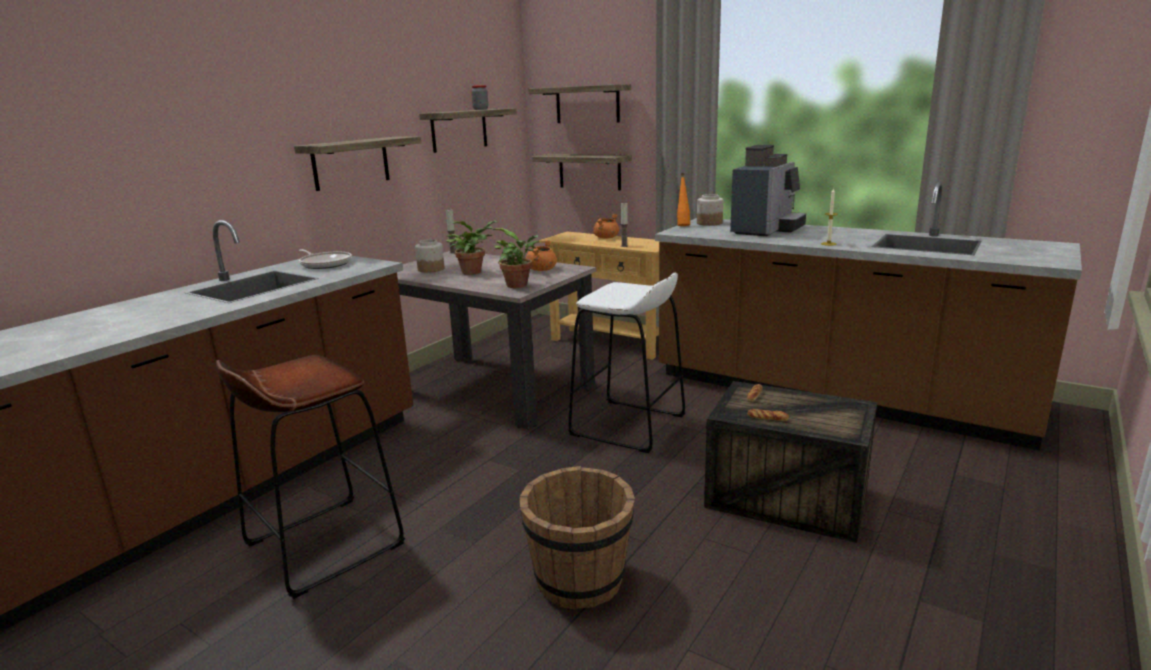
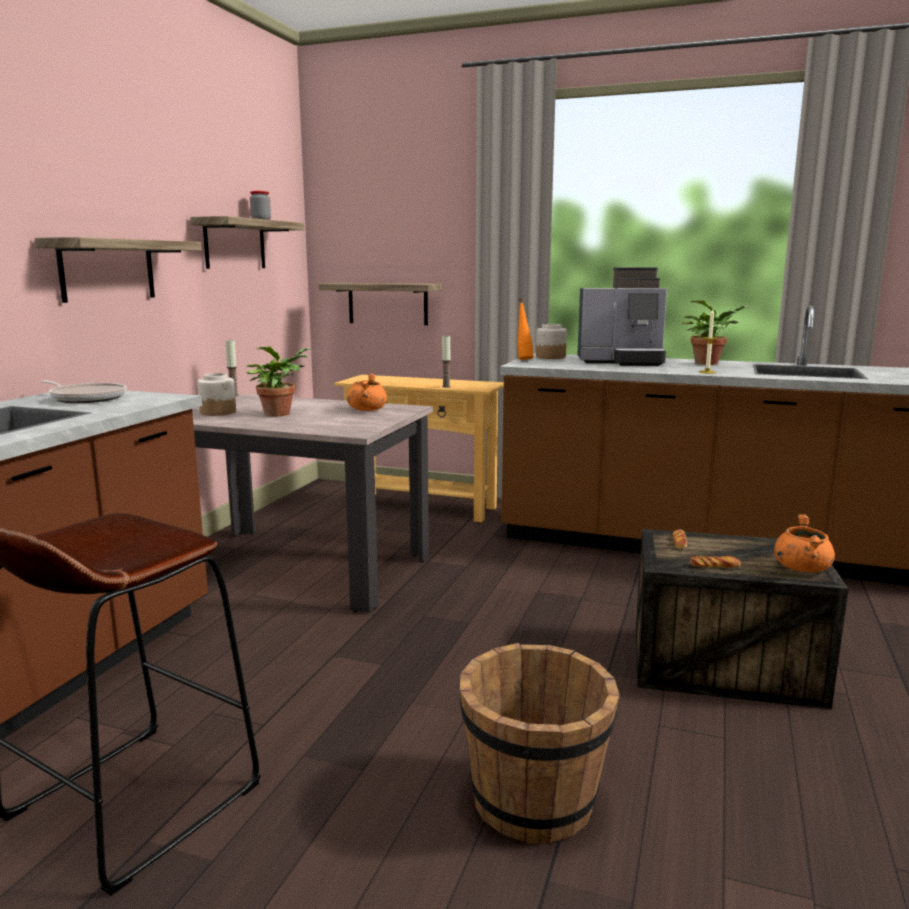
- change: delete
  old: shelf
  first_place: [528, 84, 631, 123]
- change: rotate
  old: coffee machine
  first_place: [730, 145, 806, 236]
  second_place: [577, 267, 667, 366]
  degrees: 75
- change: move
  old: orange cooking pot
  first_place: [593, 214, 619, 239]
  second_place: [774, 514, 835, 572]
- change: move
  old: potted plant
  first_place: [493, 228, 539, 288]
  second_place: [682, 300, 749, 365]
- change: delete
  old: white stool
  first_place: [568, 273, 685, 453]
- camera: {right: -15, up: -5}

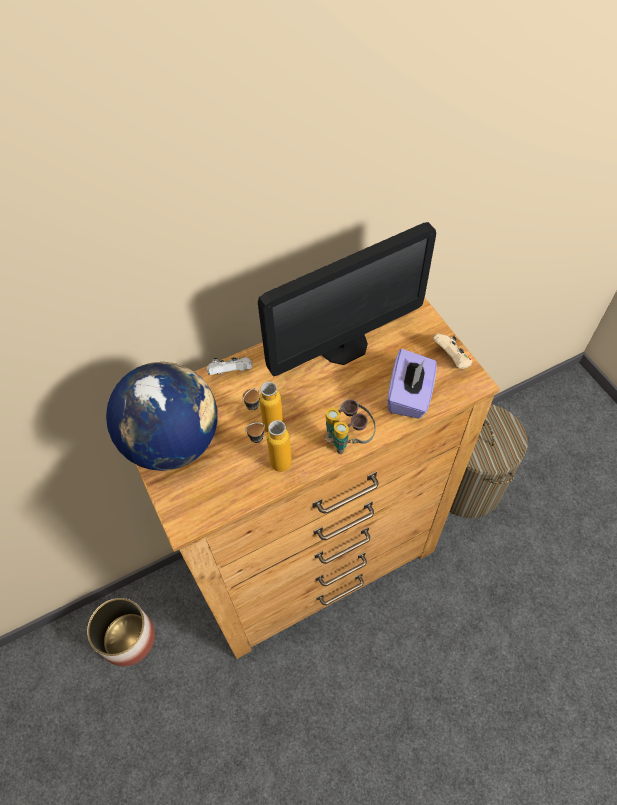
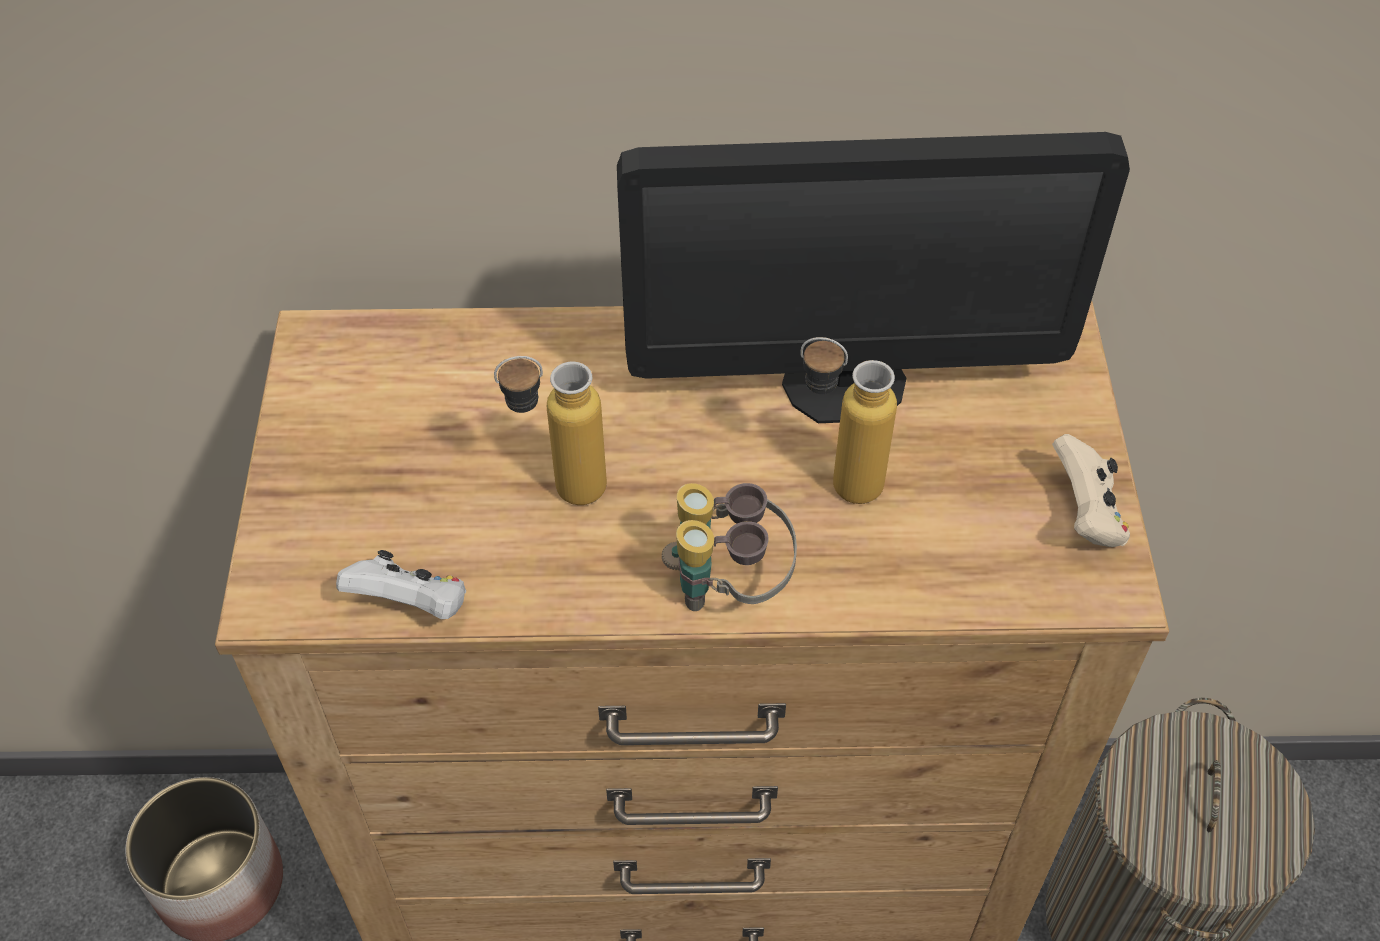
- change: delete
  old: purple tissue box
  first_place: [387, 349, 436, 419]
- change: move
  old: white game controller
  first_place: [207, 356, 252, 375]
  second_place: [336, 550, 466, 619]
- change: delete
  old: globe
  first_place: [106, 362, 218, 471]
- change: move
  old: bottle
  first_place: [245, 420, 292, 472]
  second_place: [800, 337, 897, 504]
- camera: {right: 25, up: -5}

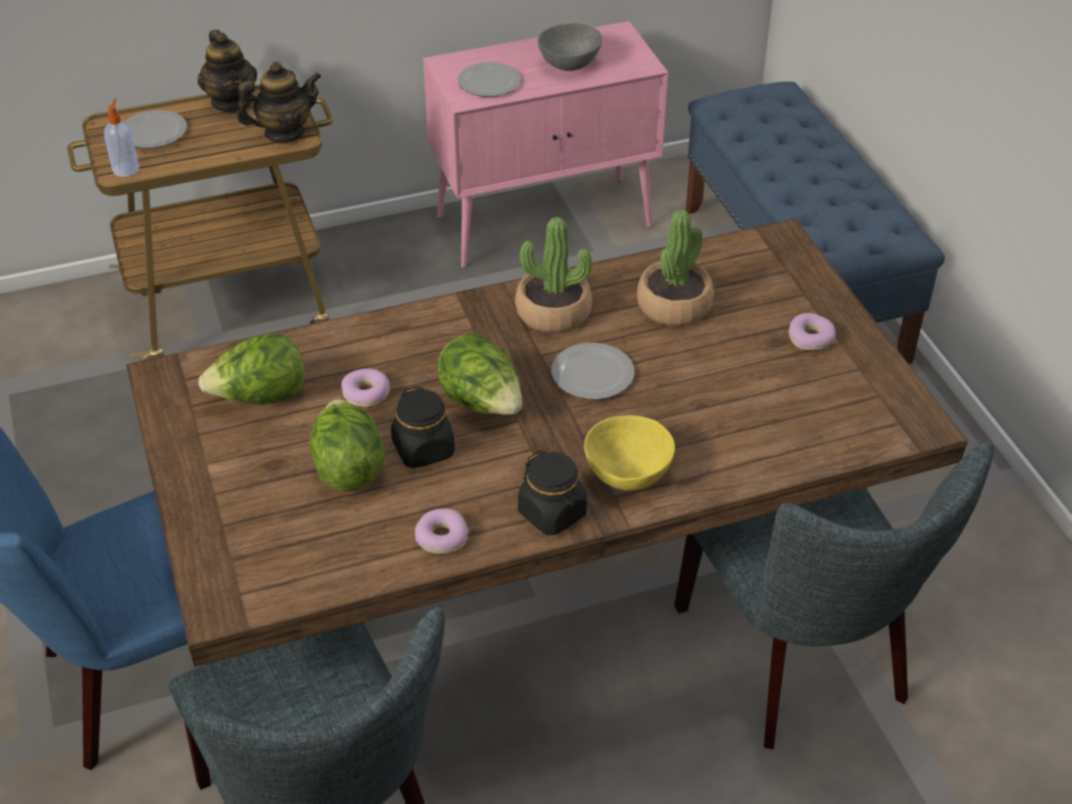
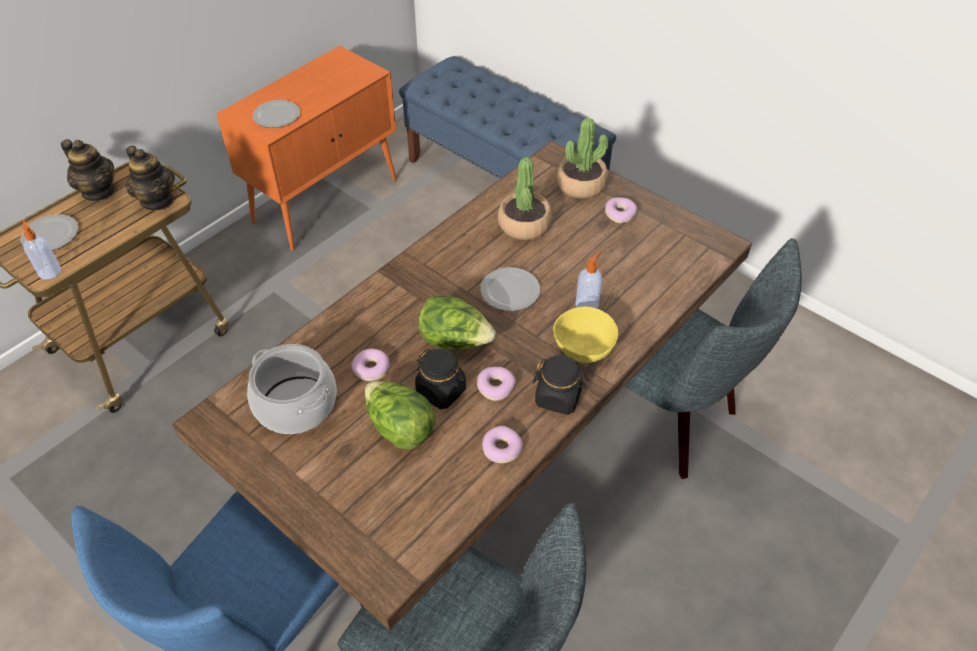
- change: recolor
  old: pink cabinet
  new: orange cabinet
  first_place: [423, 21, 668, 268]
  second_place: [216, 46, 397, 251]
- change: delete
  old: grey bowl
  first_place: [538, 23, 602, 71]
- change: rotate
  old: teapot
  first_place: [237, 61, 321, 143]
  second_place: [126, 145, 175, 210]
  degrees: 105
- change: move
  old: potted plant
  first_place: [515, 217, 592, 333]
  second_place: [556, 118, 608, 198]
- change: replace
  old: lettuce
  new: cooking pot
  first_place: [198, 334, 305, 404]
  second_place: [247, 344, 337, 434]
- change: insert
  new: soap dispenser
  second_place: [576, 252, 602, 309]
- change: insert
  new: donut
  second_place: [477, 367, 516, 401]
- camera: {right: -30, up: 5}

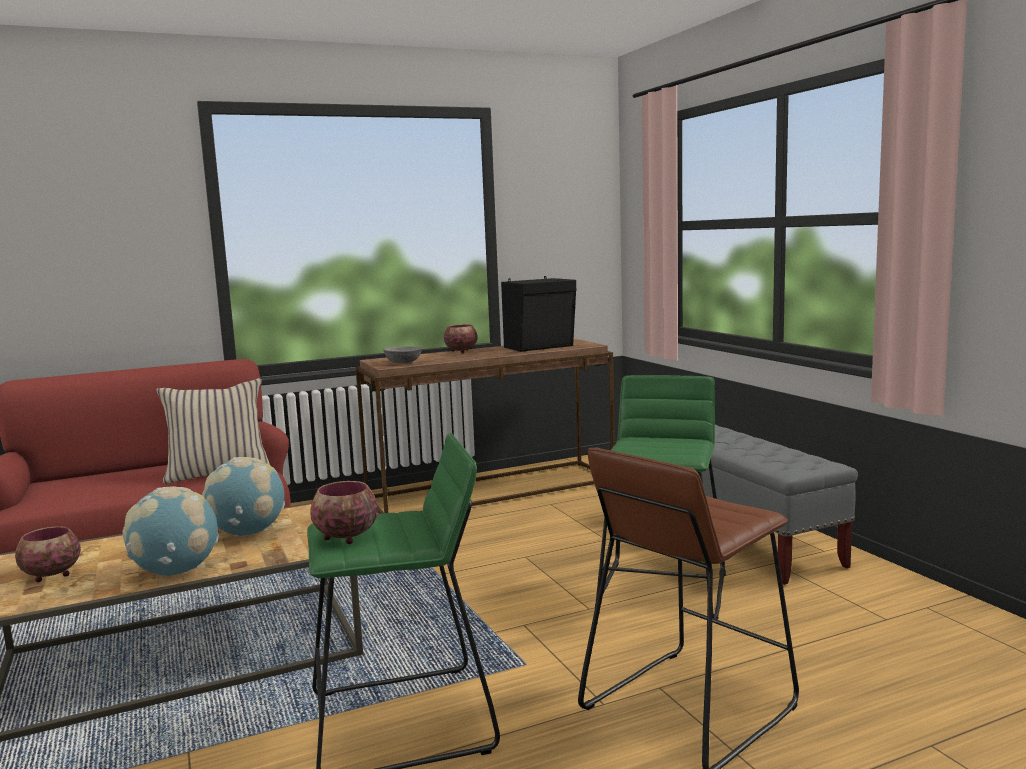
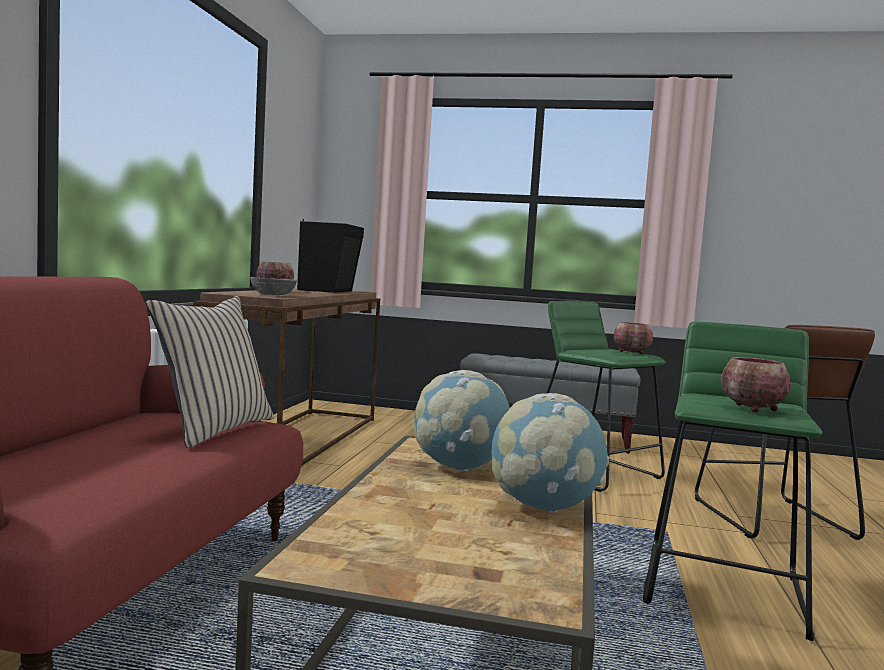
- change: move
  old: bowl
  first_place: [15, 526, 81, 582]
  second_place: [614, 322, 653, 354]
- camera: {right: -55, up: -5}

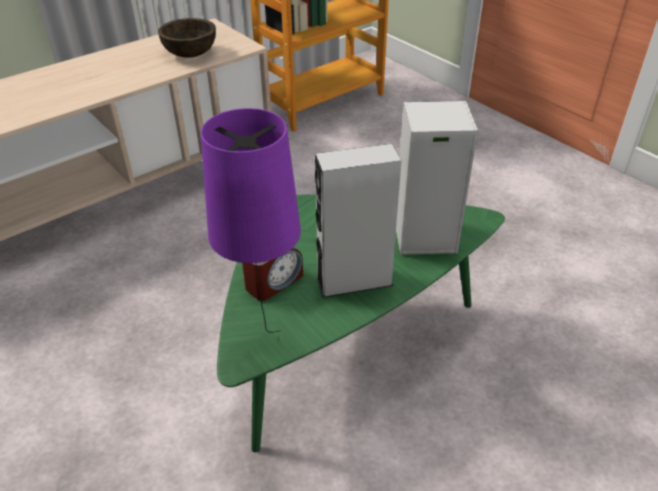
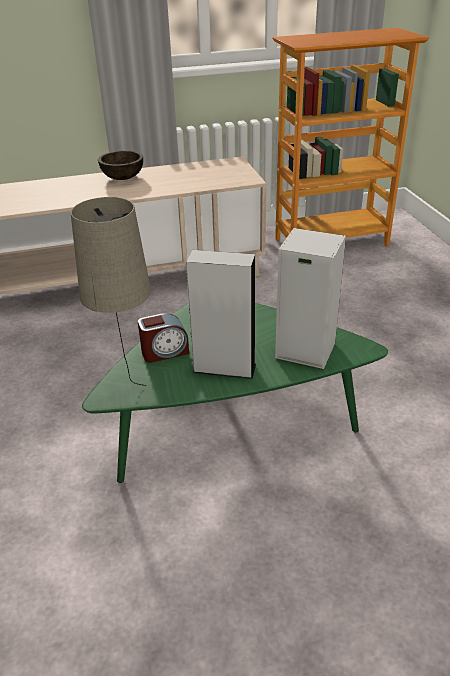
- change: move
  old: brown bowl
  first_place: [158, 18, 216, 58]
  second_place: [98, 150, 143, 180]
- change: recolor
  old: purple table lamp
  new: beige table lamp
  first_place: [201, 108, 301, 333]
  second_place: [71, 197, 151, 386]
- camera: {right: 25, up: -5}

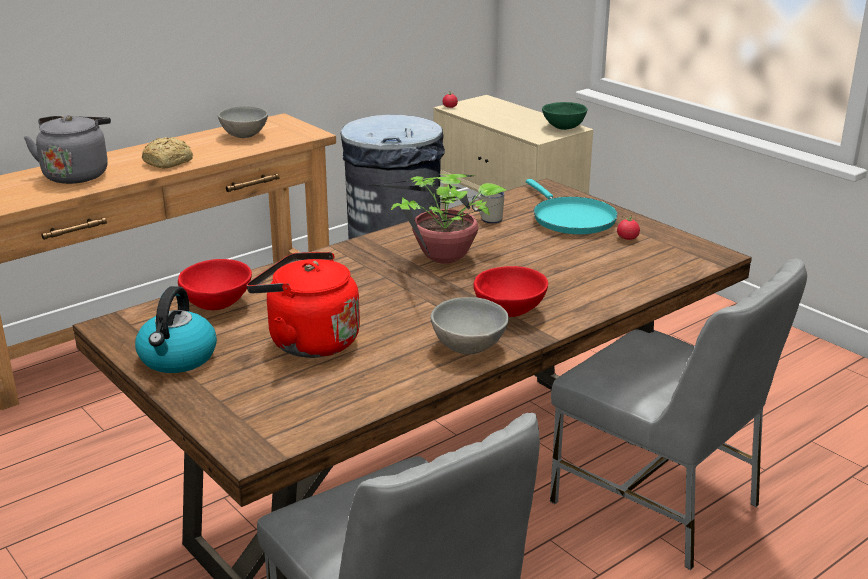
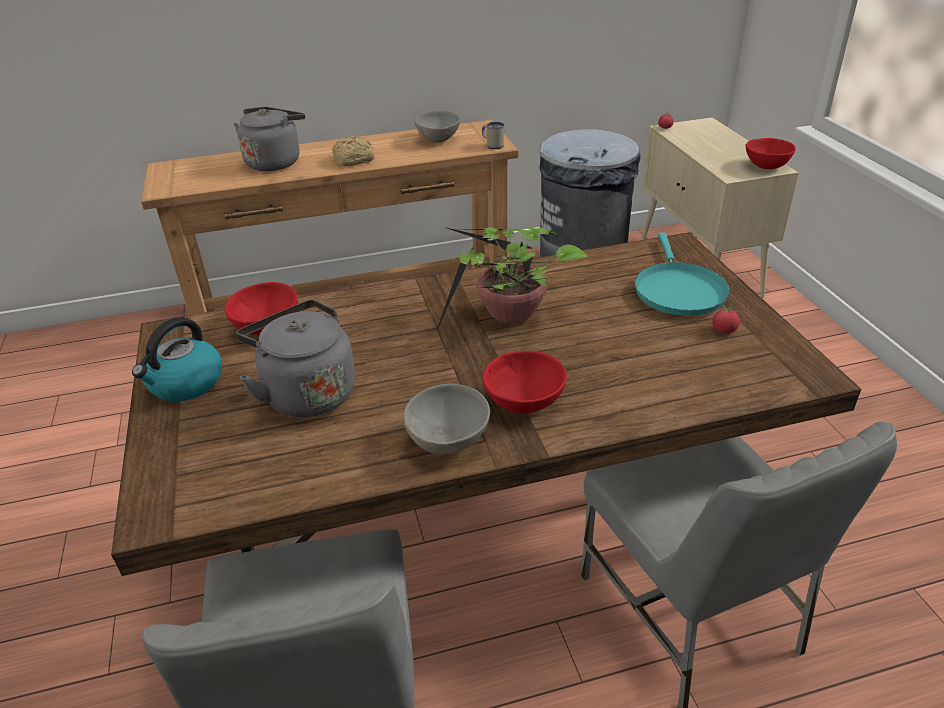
- change: recolor
  old: green bowl
  new: red bowl
  first_place: [542, 102, 587, 130]
  second_place: [746, 138, 796, 169]
- change: move
  old: white mug
  first_place: [472, 192, 505, 224]
  second_place: [482, 122, 505, 149]
- change: recolor
  old: red kettle
  new: grey kettle
  first_place: [247, 252, 360, 358]
  second_place: [236, 300, 355, 417]
- camera: {right: 25, up: 10}

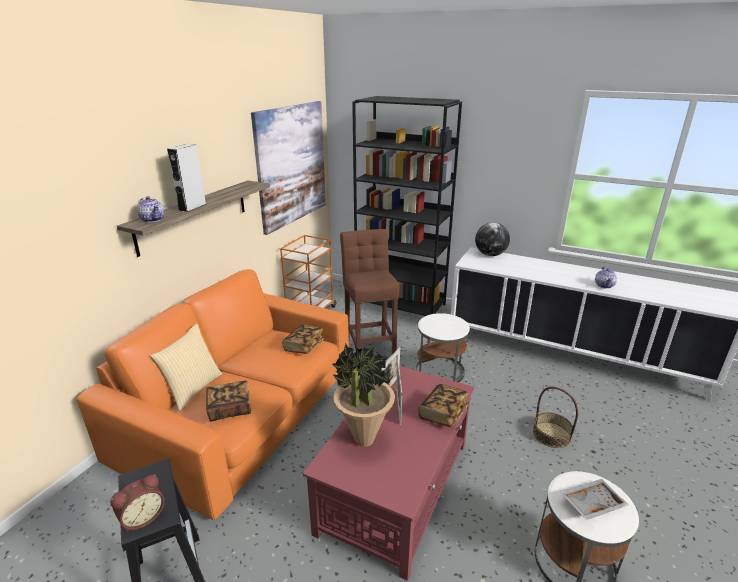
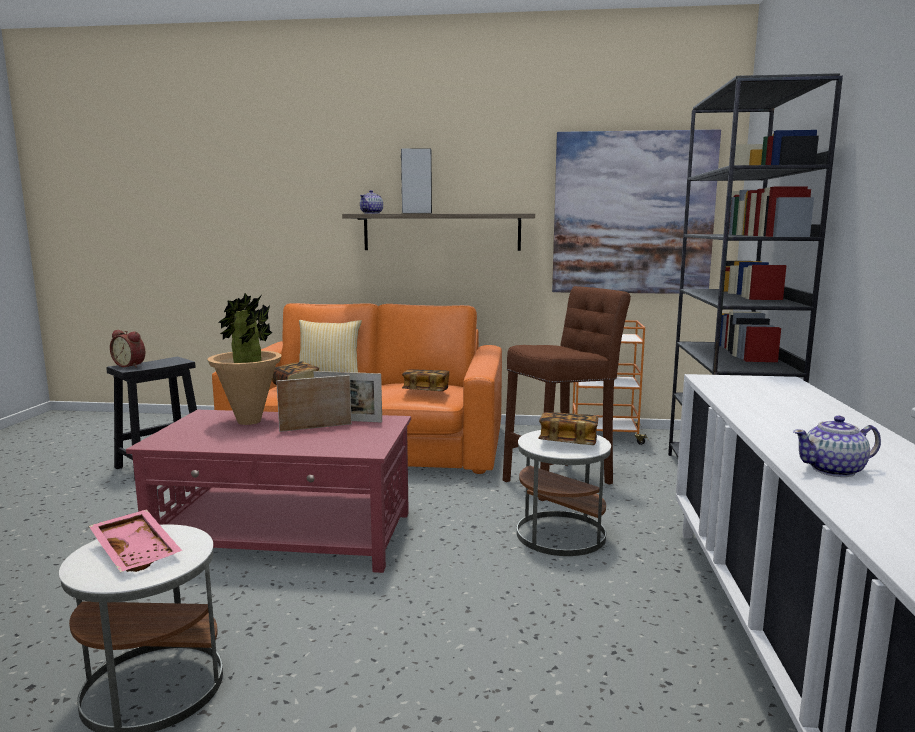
- change: delete
  old: globe
  first_place: [475, 222, 510, 256]
- change: move
  old: book
  first_place: [418, 384, 468, 427]
  second_place: [538, 412, 599, 445]
- change: delete
  old: basket
  first_place: [533, 387, 578, 448]
- change: recolor
  old: grey tray
  new: pink tray
  first_place: [560, 479, 628, 520]
  second_place: [89, 509, 182, 572]
- camera: {right: 70, up: -15}

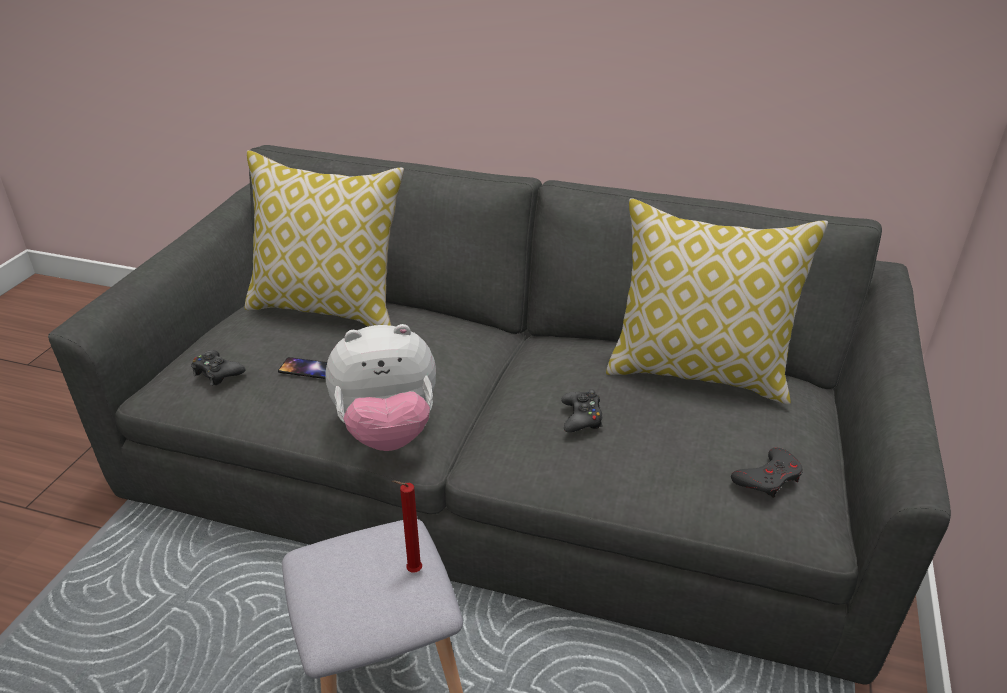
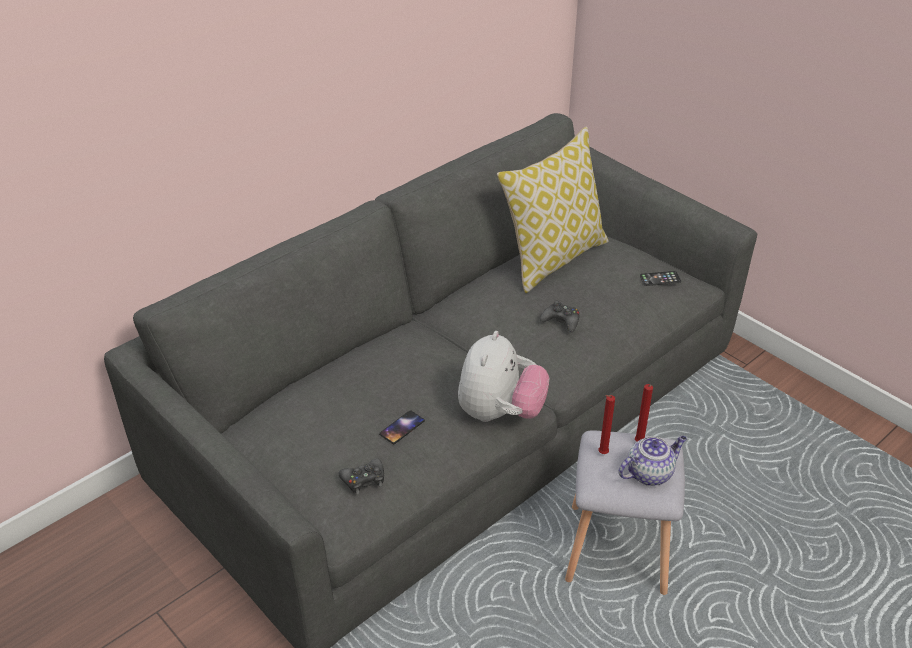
- change: delete
  old: pillow
  first_place: [245, 150, 404, 327]
- change: replace
  old: grey game controller
  new: phone
  first_place: [731, 448, 803, 498]
  second_place: [640, 271, 681, 286]
- change: insert
  new: red candle
  second_place: [598, 395, 615, 454]
- change: insert
  new: teapot
  second_place: [618, 436, 687, 486]
- camera: {right: -60, up: 5}

